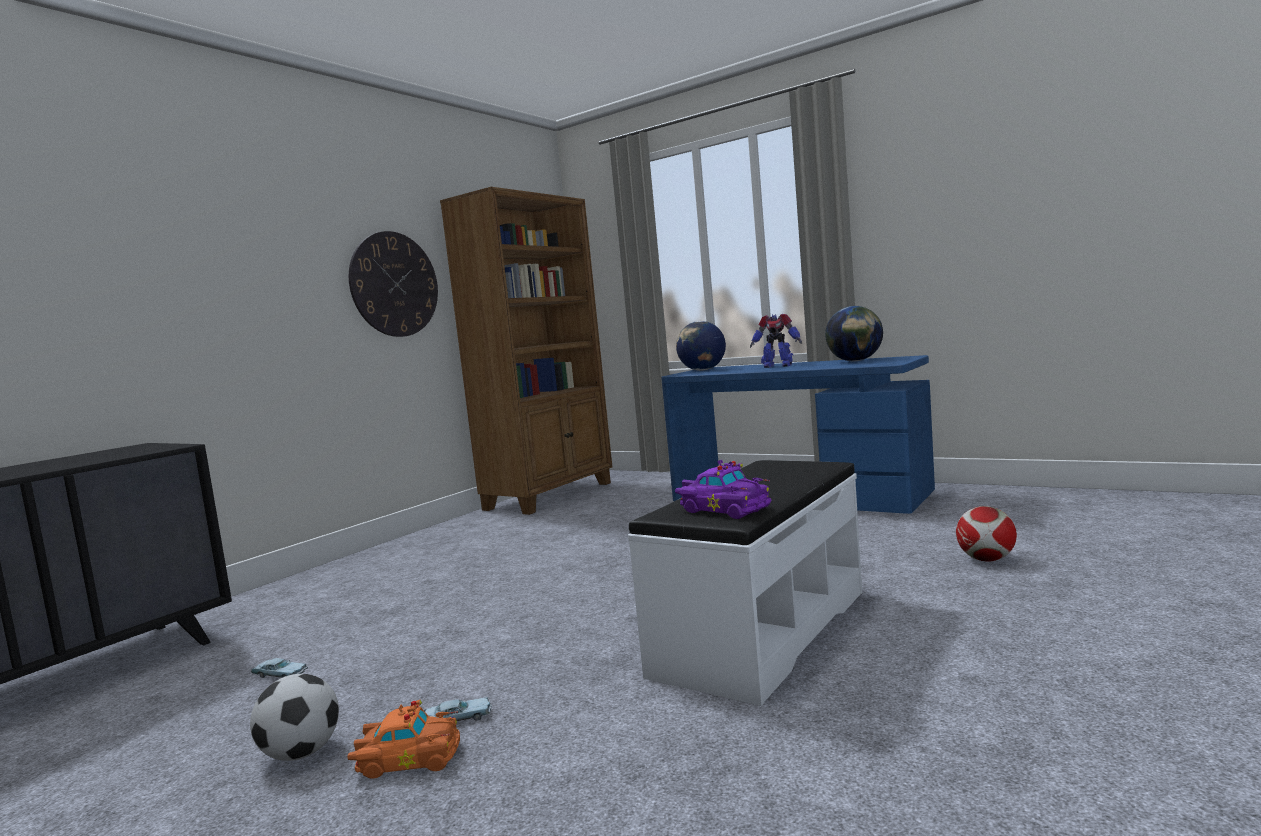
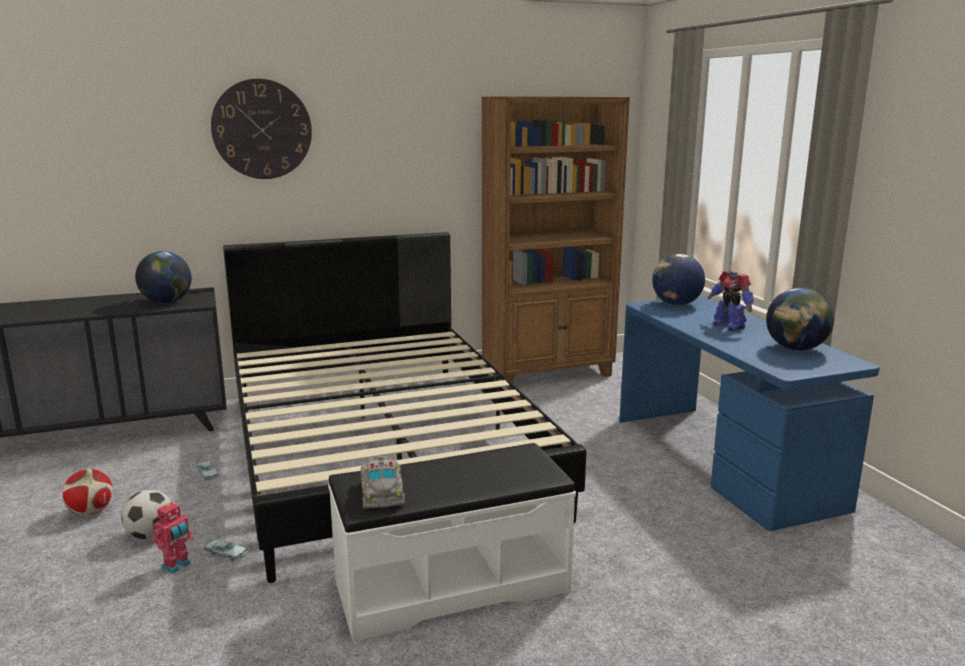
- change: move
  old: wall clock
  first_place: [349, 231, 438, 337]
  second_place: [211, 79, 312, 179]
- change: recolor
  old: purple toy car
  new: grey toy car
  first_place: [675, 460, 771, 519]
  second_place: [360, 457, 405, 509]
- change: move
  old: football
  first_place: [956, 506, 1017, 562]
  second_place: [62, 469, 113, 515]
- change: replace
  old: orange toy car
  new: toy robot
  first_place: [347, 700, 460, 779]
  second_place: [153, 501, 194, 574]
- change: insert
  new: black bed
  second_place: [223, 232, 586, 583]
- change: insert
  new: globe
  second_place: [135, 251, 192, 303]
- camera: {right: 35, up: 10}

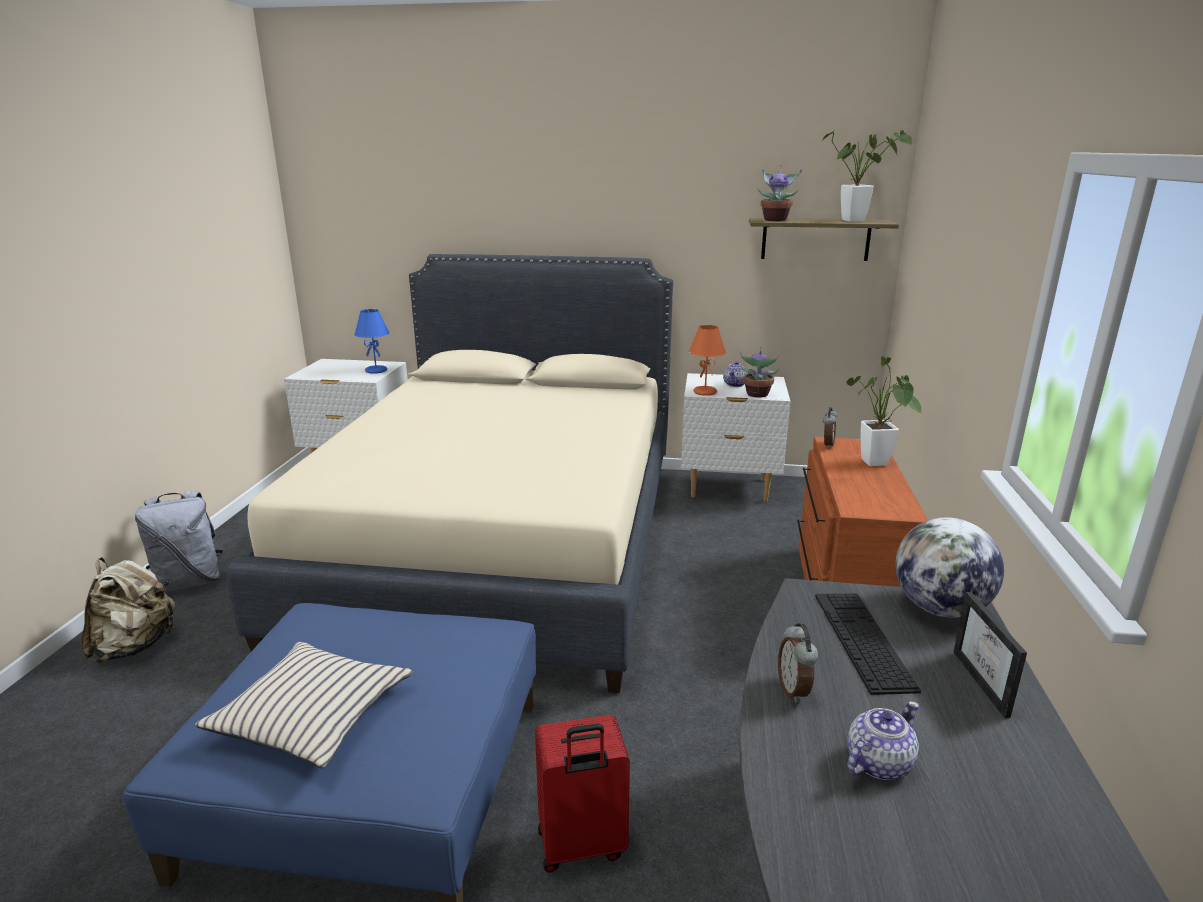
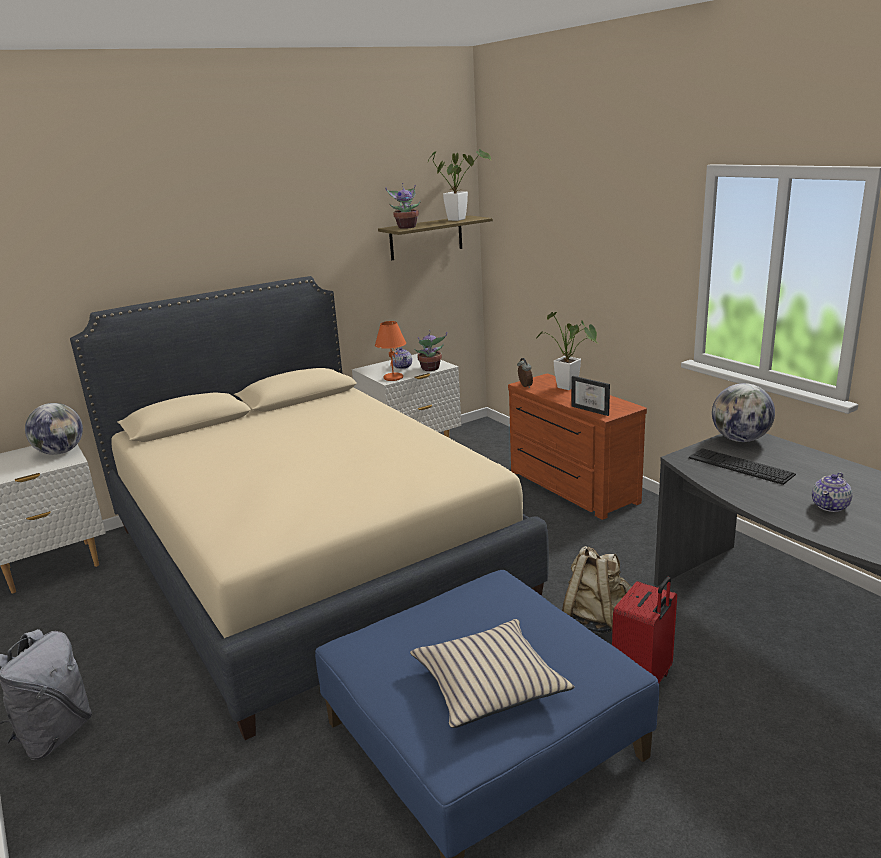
- change: replace
  old: blue table lamp
  new: globe
  first_place: [354, 309, 390, 374]
  second_place: [25, 403, 83, 455]
- change: move
  old: beige backpack
  first_place: [81, 557, 175, 663]
  second_place: [562, 546, 631, 633]
- change: move
  old: picture frame
  first_place: [953, 592, 1027, 718]
  second_place: [571, 376, 610, 416]
- change: delete
  old: alarm clock
  first_place: [778, 623, 818, 703]
- change: rotate
  old: teapot
  first_place: [847, 701, 919, 780]
  second_place: [812, 473, 853, 512]
  degrees: -150
- camera: {right: -40, up: 0}

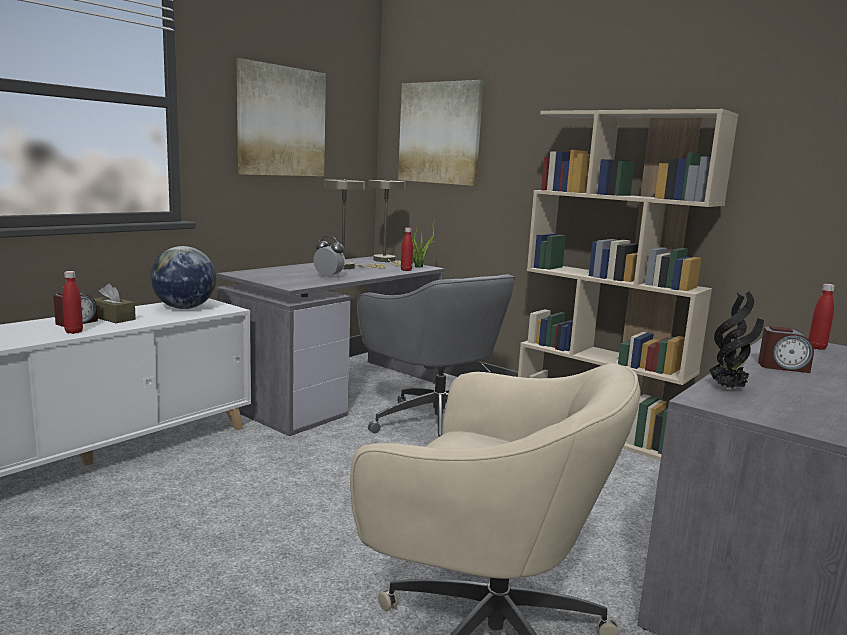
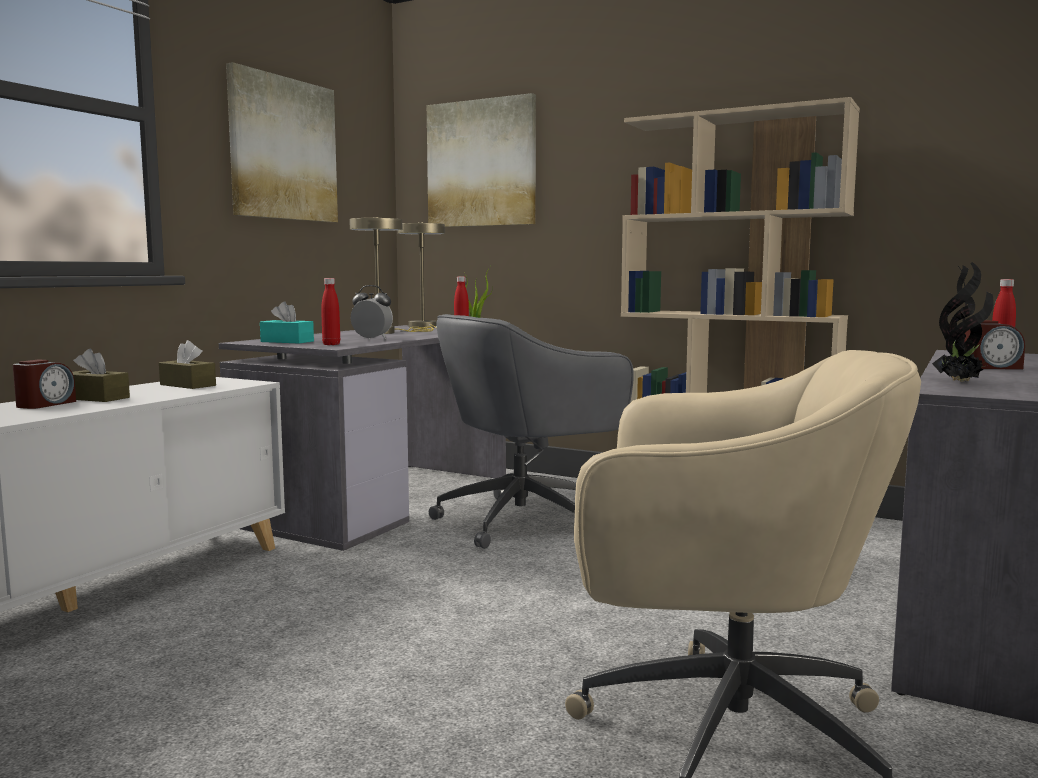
- change: replace
  old: globe
  new: brown tissue box
  first_place: [150, 246, 216, 309]
  second_place: [159, 340, 216, 389]
- change: move
  old: red bottle
  first_place: [62, 271, 83, 334]
  second_place: [321, 278, 340, 345]
- change: rotate
  old: grey office chair
  first_place: [357, 274, 515, 437]
  second_place: [429, 314, 634, 549]
  degrees: 105
- change: insert
  new: turquoise tissue box
  second_place: [260, 301, 314, 343]
- camera: {right: -10, up: -5}

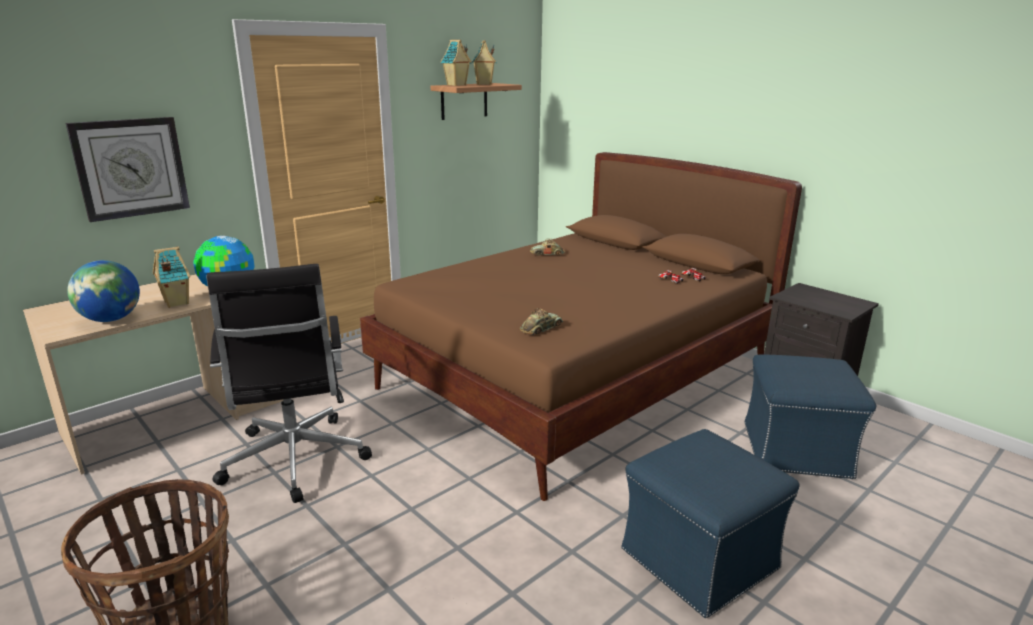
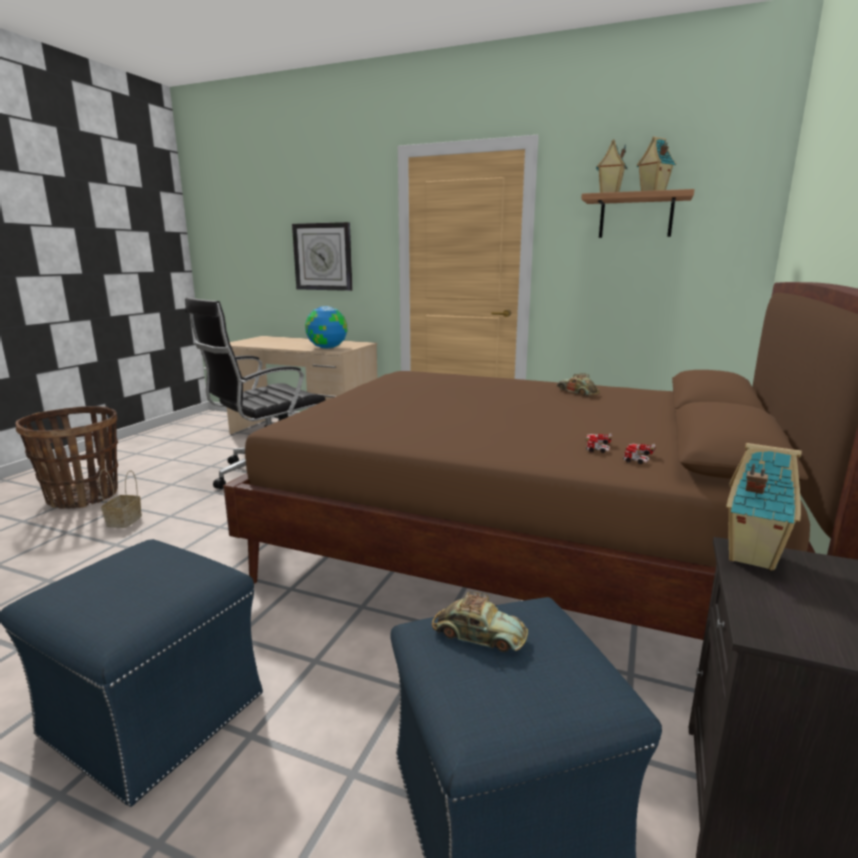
- change: move
  old: toy house
  first_place: [153, 247, 190, 308]
  second_place: [726, 443, 802, 571]
- change: delete
  old: globe
  first_place: [67, 260, 140, 322]
- change: move
  old: toy car
  first_place: [520, 308, 563, 335]
  second_place: [432, 592, 528, 652]
- change: insert
  new: basket
  second_place: [99, 469, 142, 528]
- camera: {right: 65, up: -5}

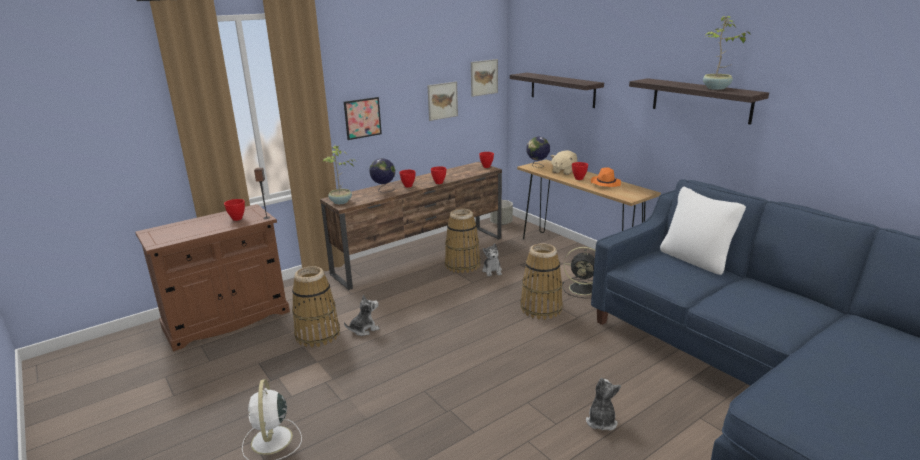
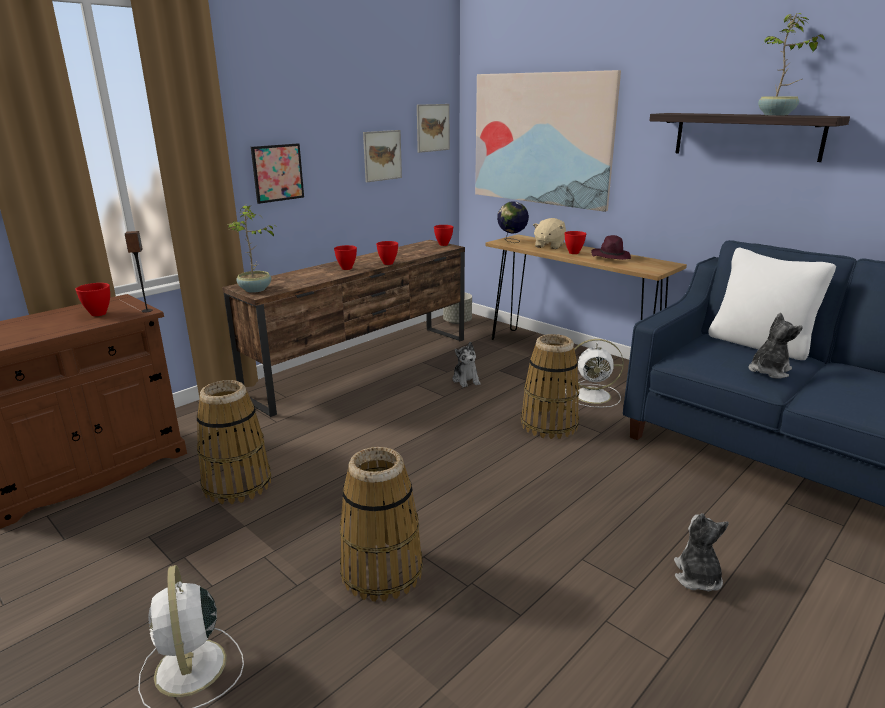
- change: replace
  old: shelf
  new: picture
  first_place: [510, 73, 604, 108]
  second_place: [475, 70, 621, 212]
- change: delete
  old: globe
  first_place: [369, 158, 395, 192]
- change: recolor
  old: orange hat
  new: purple hat
  first_place: [591, 168, 621, 187]
  second_place: [591, 235, 631, 260]
- change: move
  old: basket
  first_place: [445, 208, 481, 273]
  second_place: [340, 447, 423, 602]
- change: recolor
  old: black fan
  new: white fan
  first_place: [562, 247, 595, 298]
  second_place: [565, 339, 624, 408]
- change: move
  old: plush toy
  first_place: [344, 294, 380, 336]
  second_place: [748, 313, 803, 379]
- camera: {right: -10, up: 0}

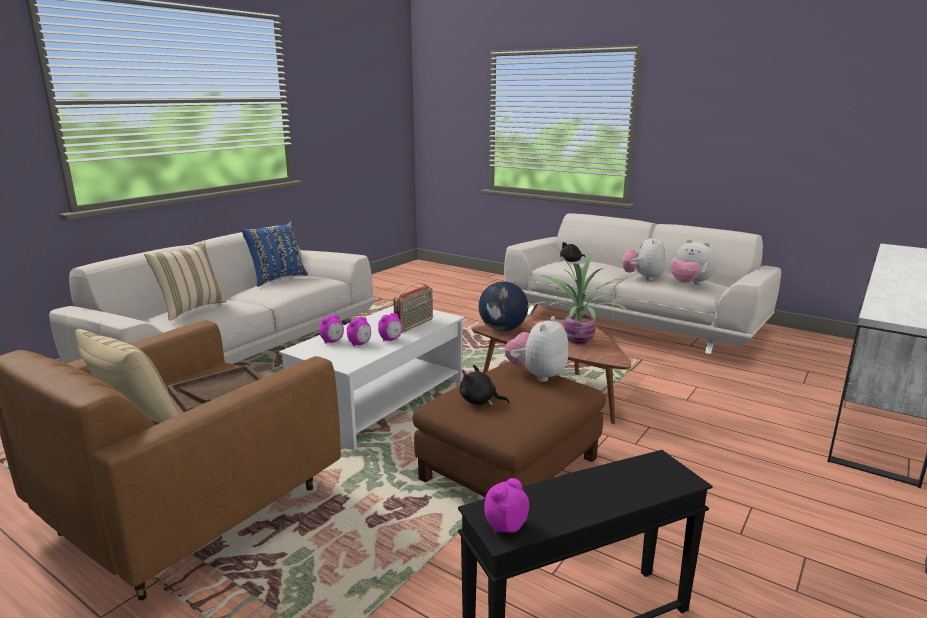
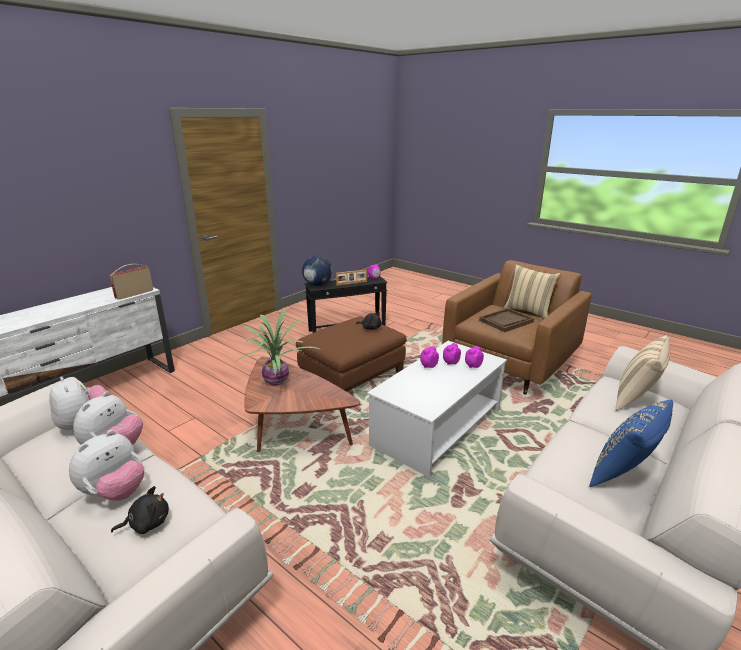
- change: move
  old: globe
  first_place: [478, 281, 528, 331]
  second_place: [302, 255, 333, 286]
- change: move
  old: radio
  first_place: [393, 283, 433, 332]
  second_place: [110, 264, 153, 300]
- change: move
  old: plush toy
  first_place: [505, 316, 568, 382]
  second_place: [69, 430, 144, 501]
- change: insert
  new: picture frame
  second_place: [336, 270, 367, 285]
- camera: {right: -175, up: 5}

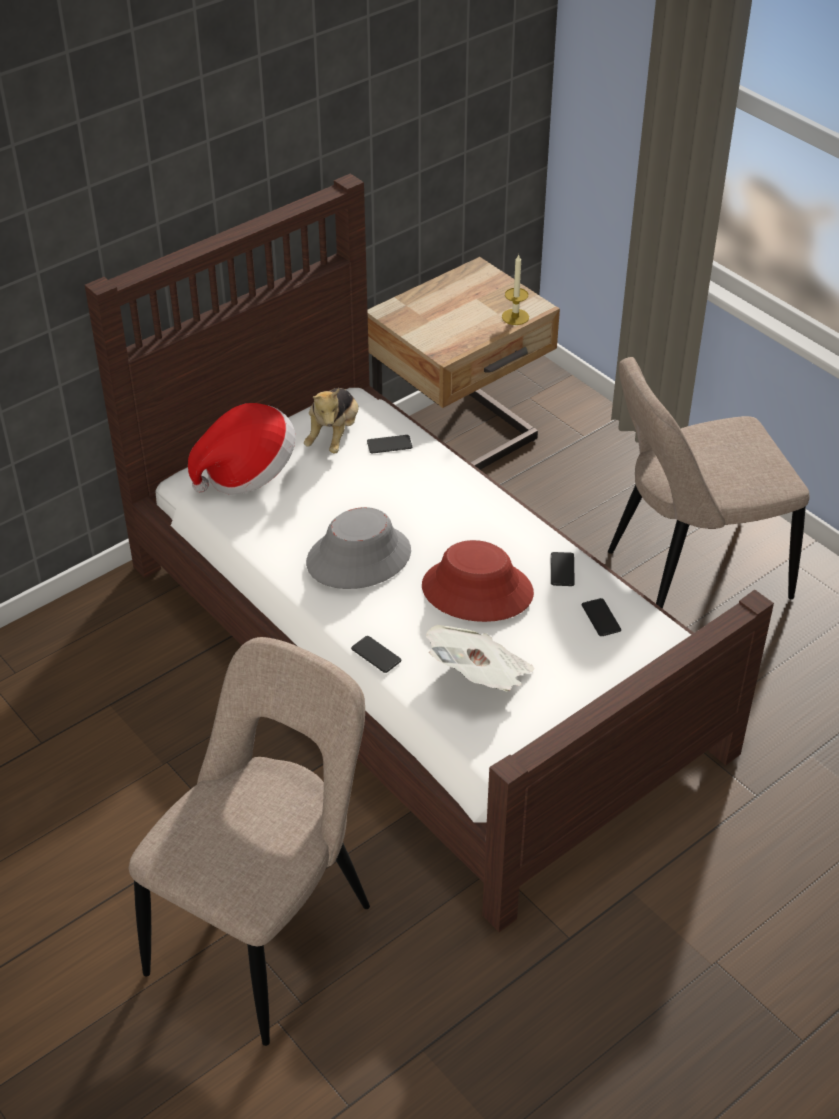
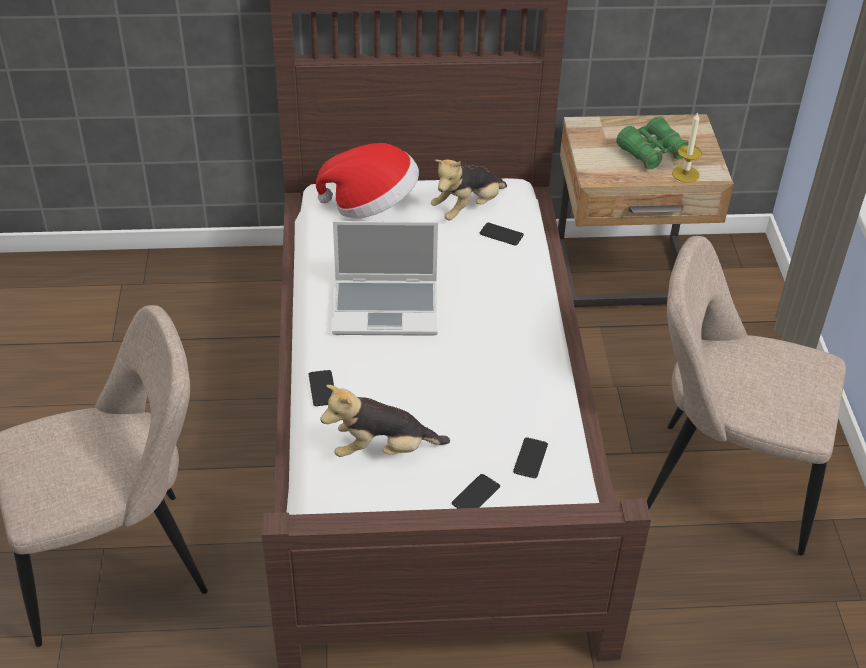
- change: replace
  old: grey hat
  new: laptop
  first_place: [306, 507, 411, 589]
  second_place: [332, 221, 438, 336]
- change: delete
  old: red hat
  first_place: [422, 540, 534, 622]
- change: move
  old: phone
  first_place: [551, 552, 575, 586]
  second_place: [452, 474, 500, 509]
- change: replace
  old: newspaper
  new: plush toy
  first_place: [426, 625, 534, 691]
  second_place: [321, 385, 450, 457]
- change: insert
  new: green binoculars
  second_place: [616, 116, 689, 169]
- camera: {right: 35, up: 0}

